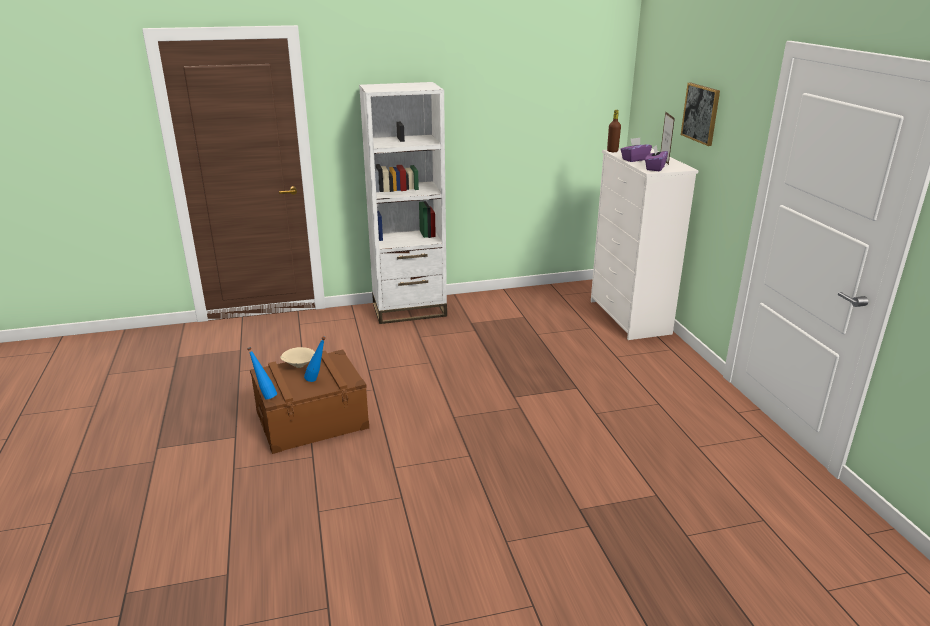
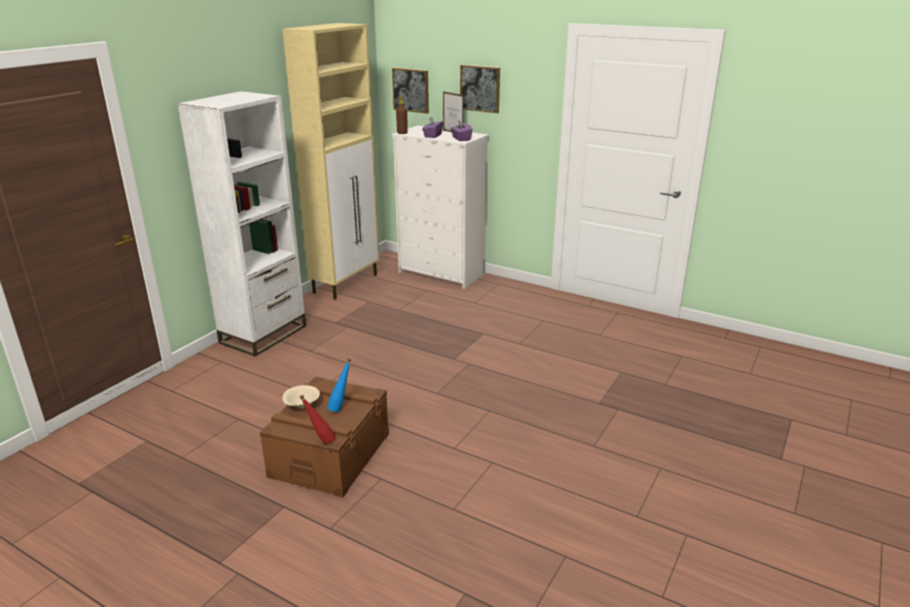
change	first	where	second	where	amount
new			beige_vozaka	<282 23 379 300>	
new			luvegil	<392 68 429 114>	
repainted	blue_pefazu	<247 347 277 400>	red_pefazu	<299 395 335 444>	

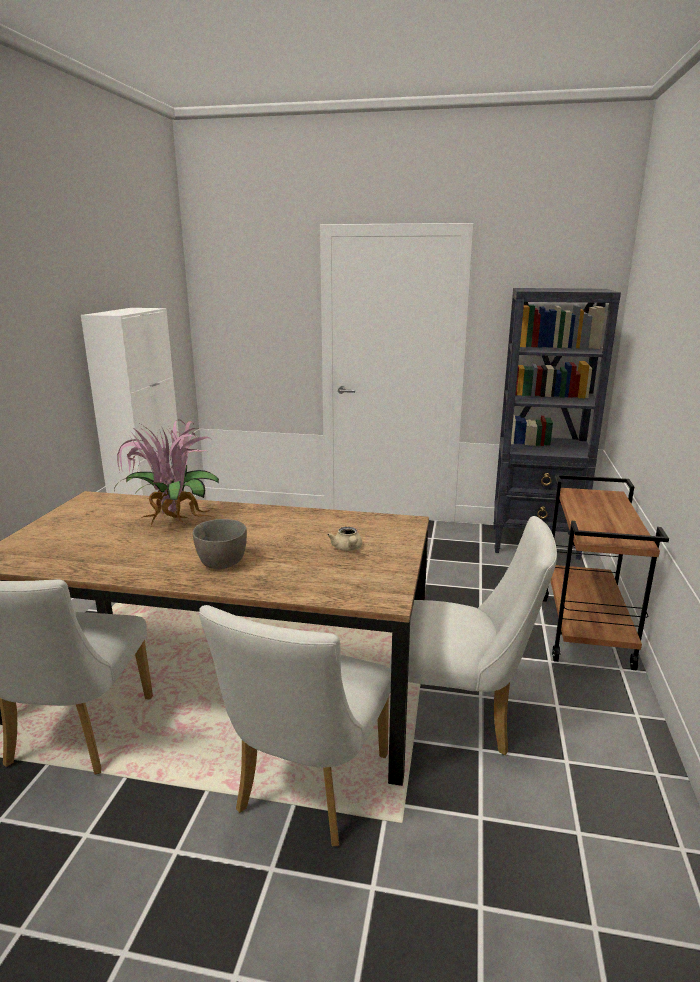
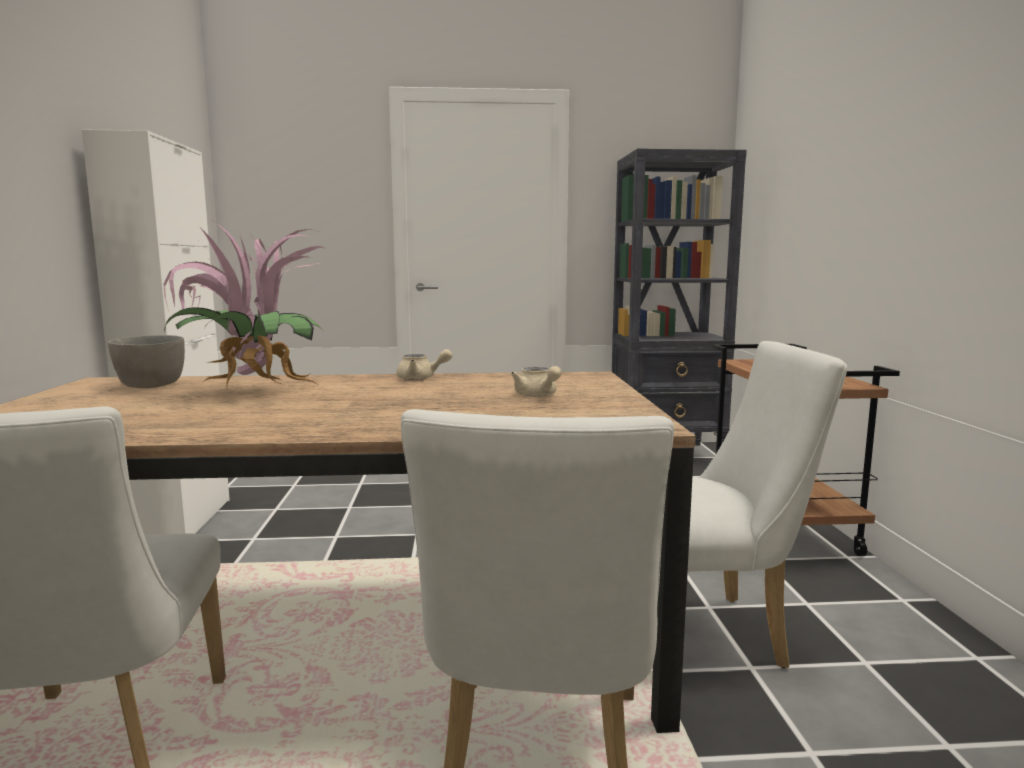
change	first	where	second	where	amount
new			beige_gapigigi	<396 349 452 380>	
shifted	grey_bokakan	<193 519 247 569>		<108 335 185 388>	

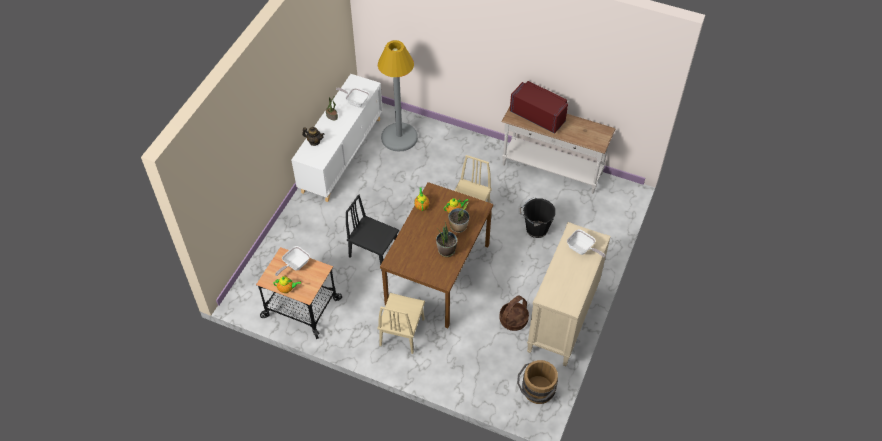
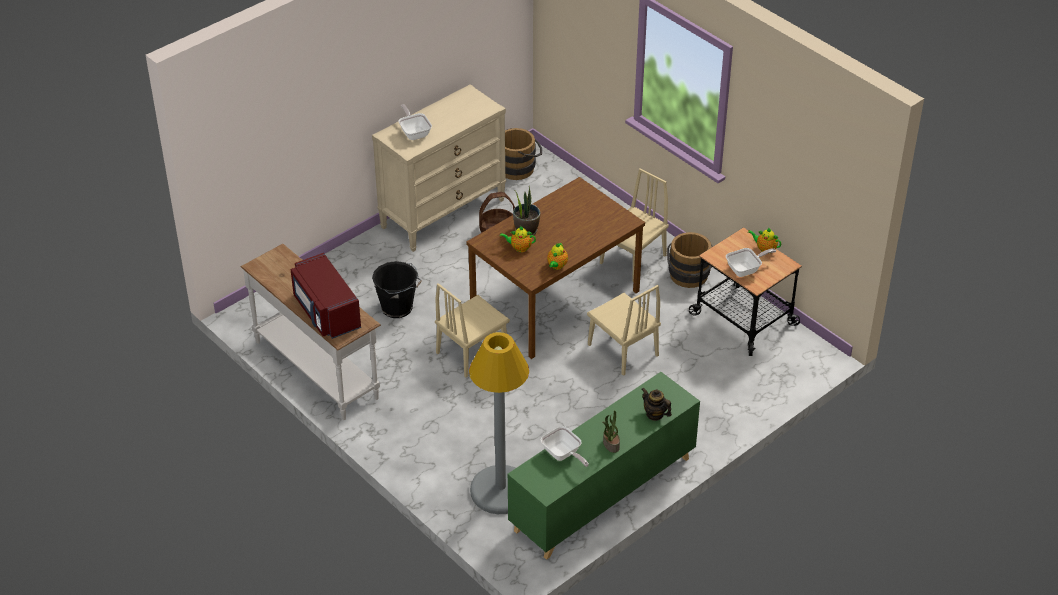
change	first	where	second	where	amount
gone	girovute	<436 222 458 257>			
new			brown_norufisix	<667 232 713 288>	
repainted	white_vozaka	<291 74 383 202>	green_vozaka	<507 372 700 560>	
repainted	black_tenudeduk	<346 194 399 271>	beige_tenudeduk	<587 285 661 376>	

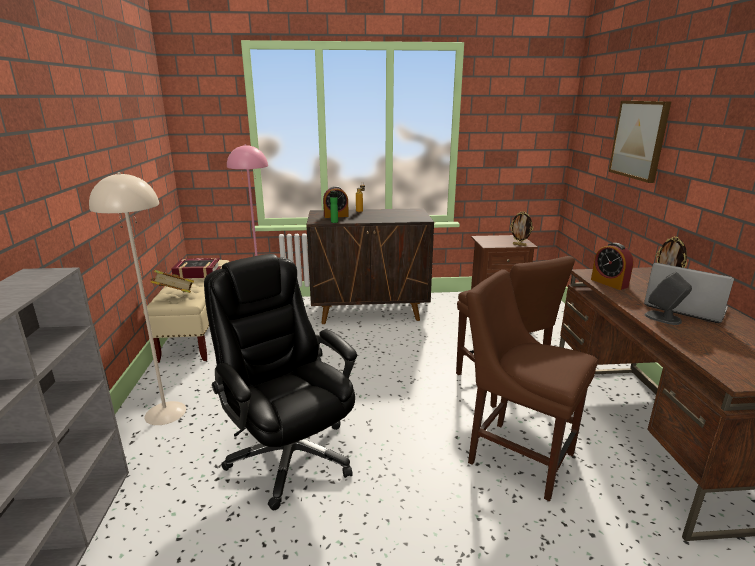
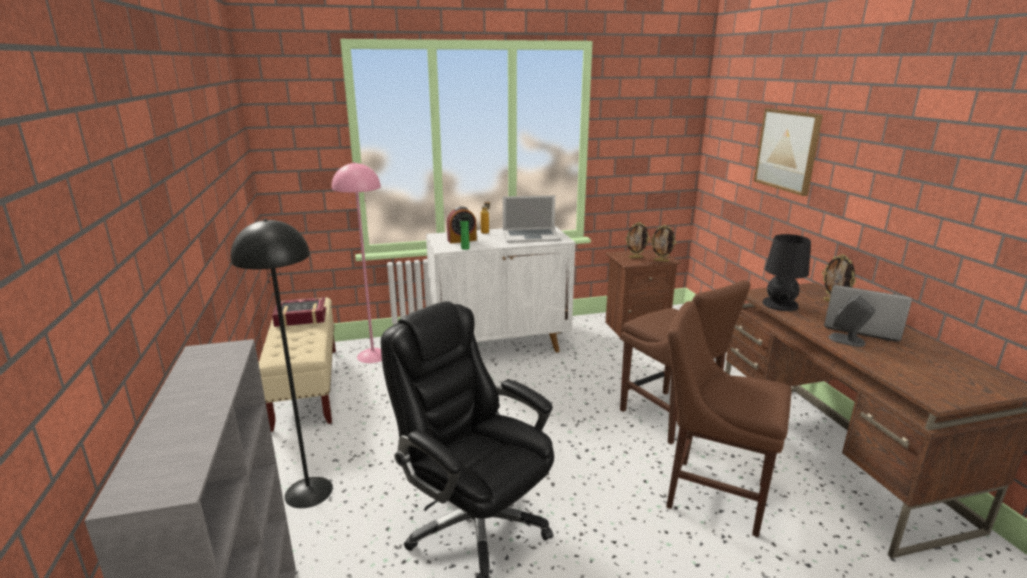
change	first	where	second	where	amount
gone	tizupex	<150 270 194 293>			
new			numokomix	<503 195 561 243>	
new			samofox	<626 222 650 258>	
swapped	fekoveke	<591 243 633 290>	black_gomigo	<762 234 811 311>	
repainted	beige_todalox	<89 172 186 425>	black_todalox	<230 219 333 508>	
repainted	brown_vozaka	<306 208 434 324>	white_vozaka	<426 226 576 353>	

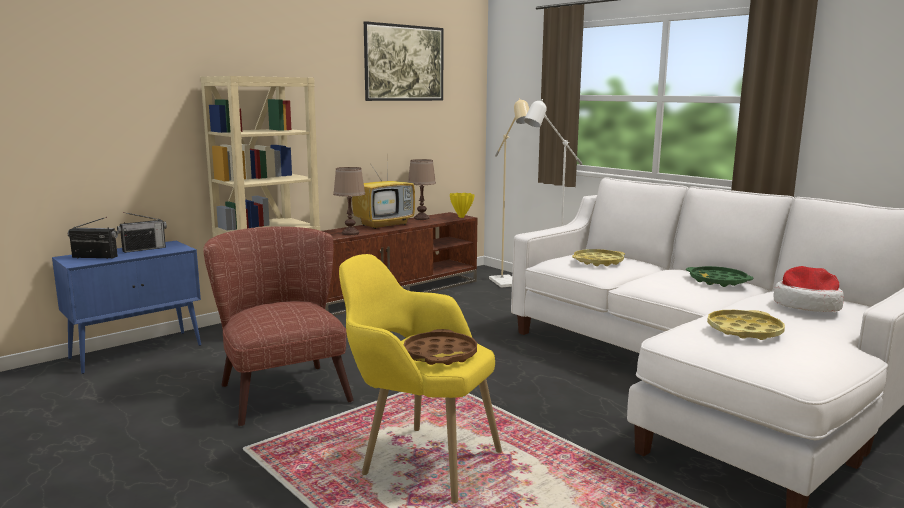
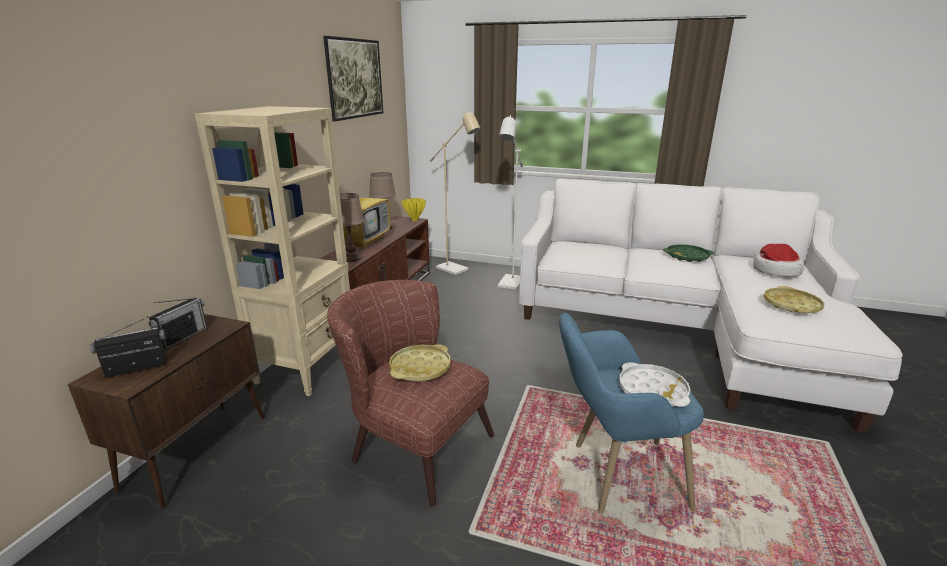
change	first	where	second	where	amount
shifted	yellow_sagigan	<572 249 625 266>		<389 344 450 382>	
repainted	blue_vozaka	<52 241 201 374>	brown_vozaka	<68 314 265 509>	
repainted	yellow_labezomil	<339 254 502 503>	blue_labezomil	<559 313 704 514>	
repainted	brown_sagigan	<404 329 477 365>	white_sagigan	<619 362 691 407>	

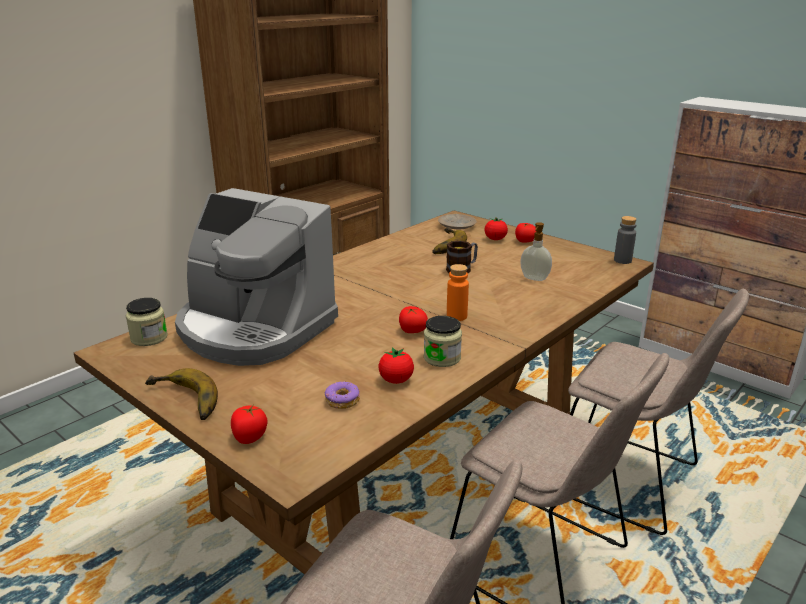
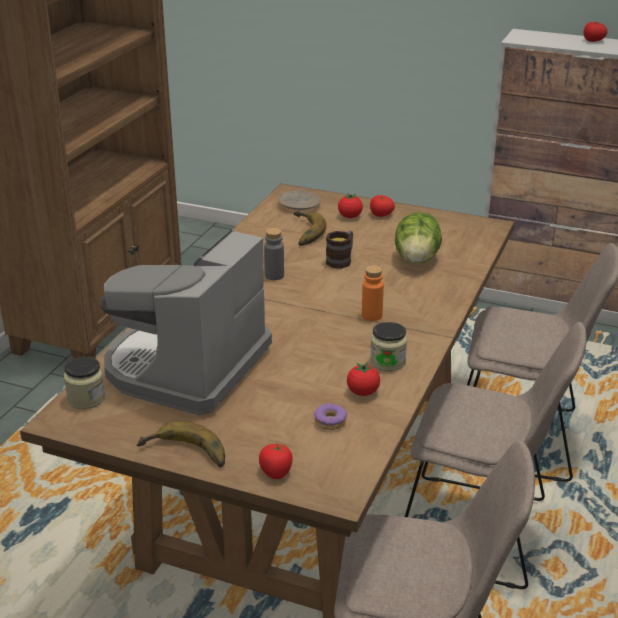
change	first	where	second	where	amount
shifted	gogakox	<399 306 428 333>		<584 22 607 42>	
shifted	grey_pefazu	<614 216 637 264>		<264 228 284 280>	
swapped	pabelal	<520 222 552 281>	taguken	<395 212 442 264>	
rotated	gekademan	<175 188 338 366>		<100 229 272 416>	105 degrees clockwise

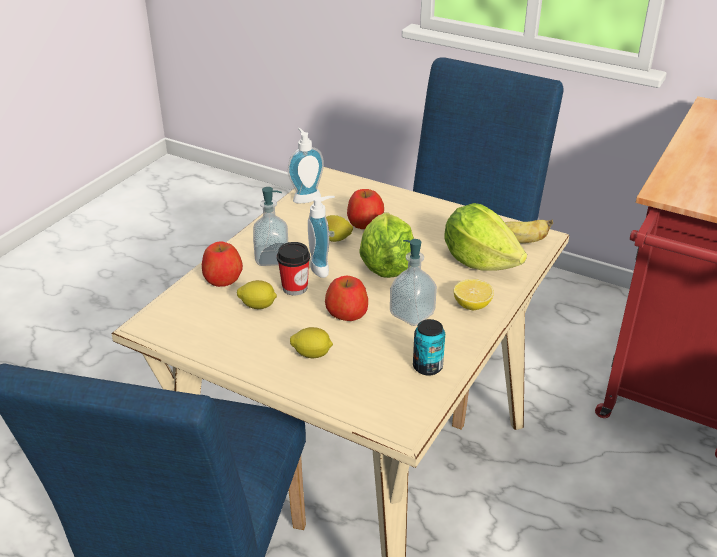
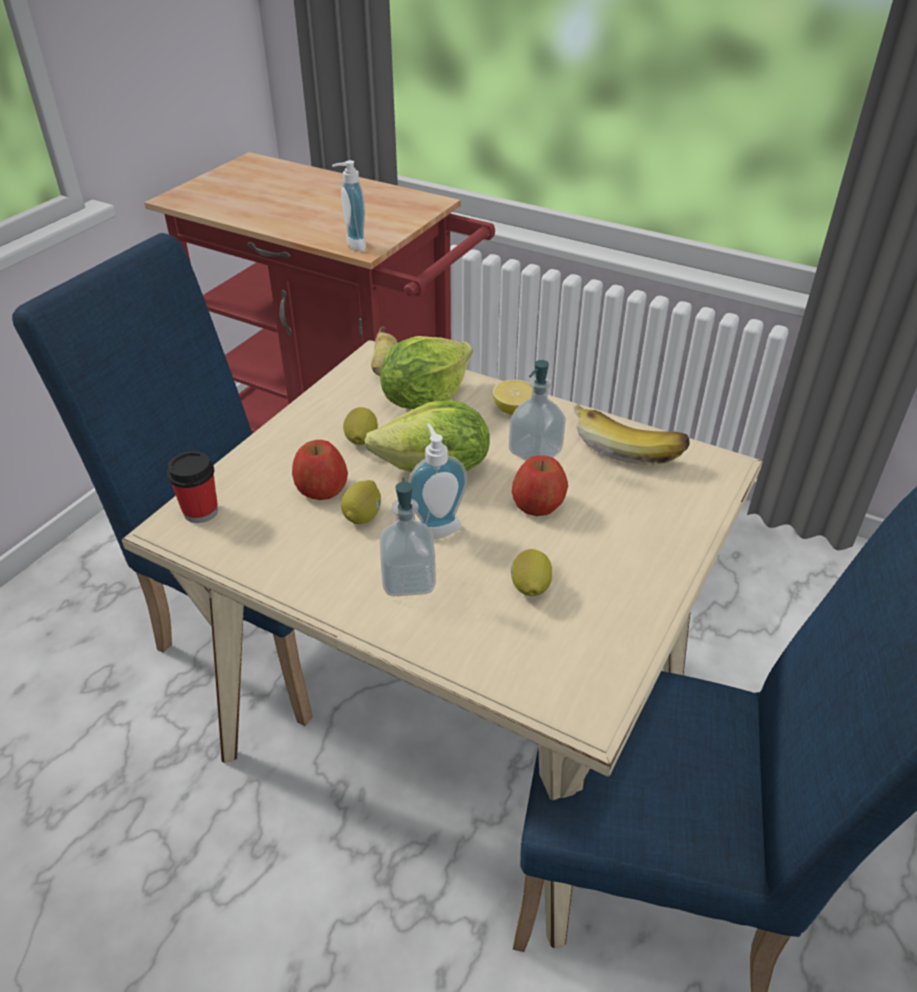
change	first	where	second	where	amount
gone	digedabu	<202 241 243 287>			
shifted	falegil	<277 242 310 296>		<167 451 218 523>	
shifted	pabelal	<288 128 324 204>		<332 160 366 251>	
shifted	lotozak	<290 327 333 358>		<343 407 378 445>	
swapped	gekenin	<413 319 445 376>	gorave	<573 403 690 465>	

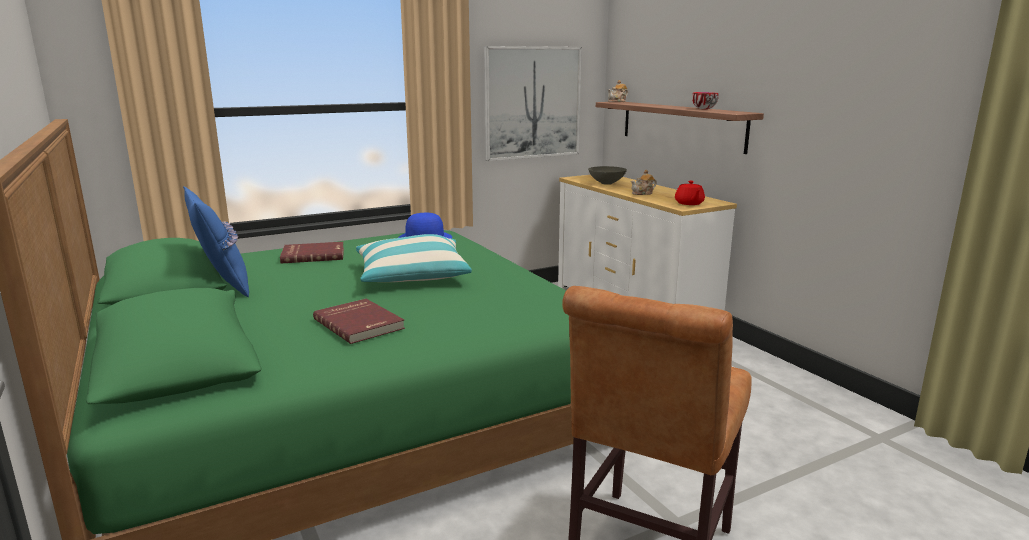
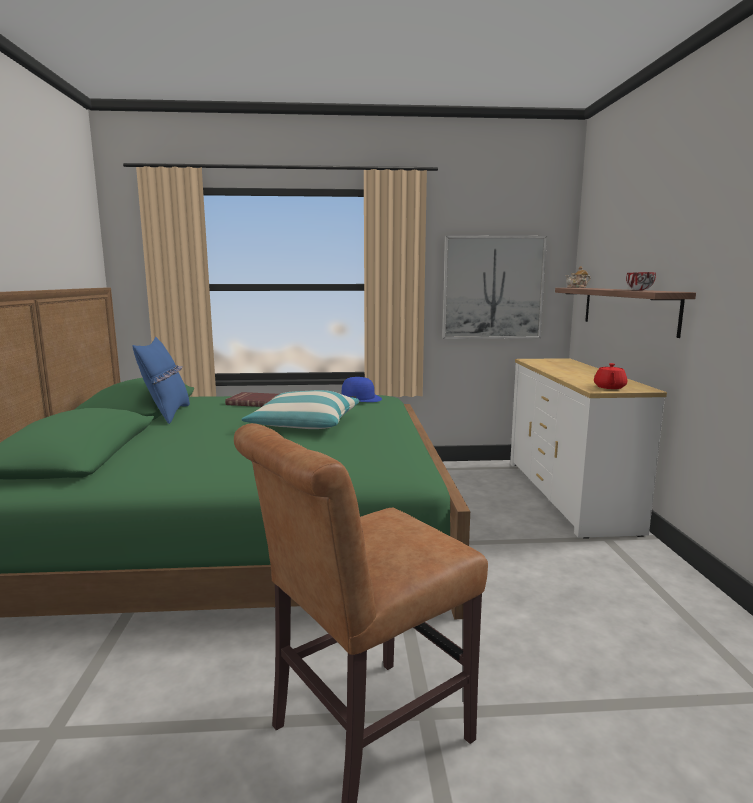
change	first	where	second	where	amount
gone	red_tizupex	<313 299 405 344>			
gone	grey_bokakan	<588 166 627 185>			
gone	gapigigi	<631 170 657 195>			

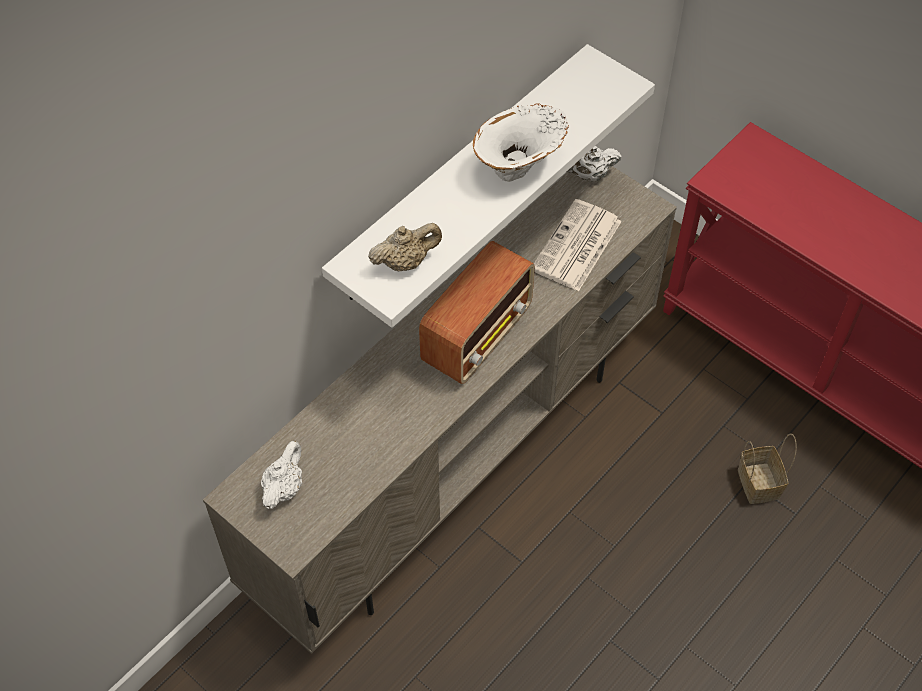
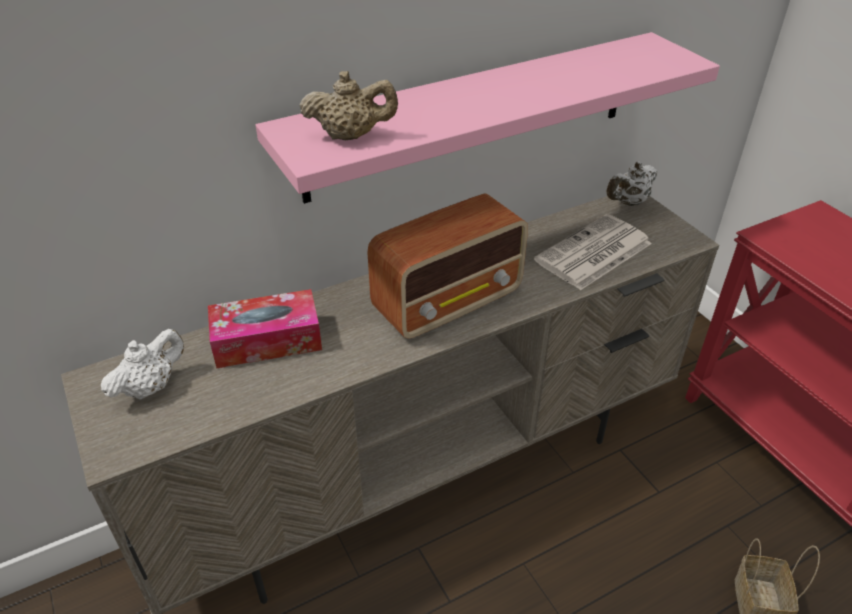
change	first	where	second	where	amount
gone	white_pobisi	<473 103 569 182>			
new			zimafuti	<208 289 322 368>	
repainted	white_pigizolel	<322 44 655 328>	pink_pigizolel	<255 32 720 204>	
rotated	white_gapigigi	<567 146 621 182>		<607 161 657 206>	45 degrees counterclockwise

